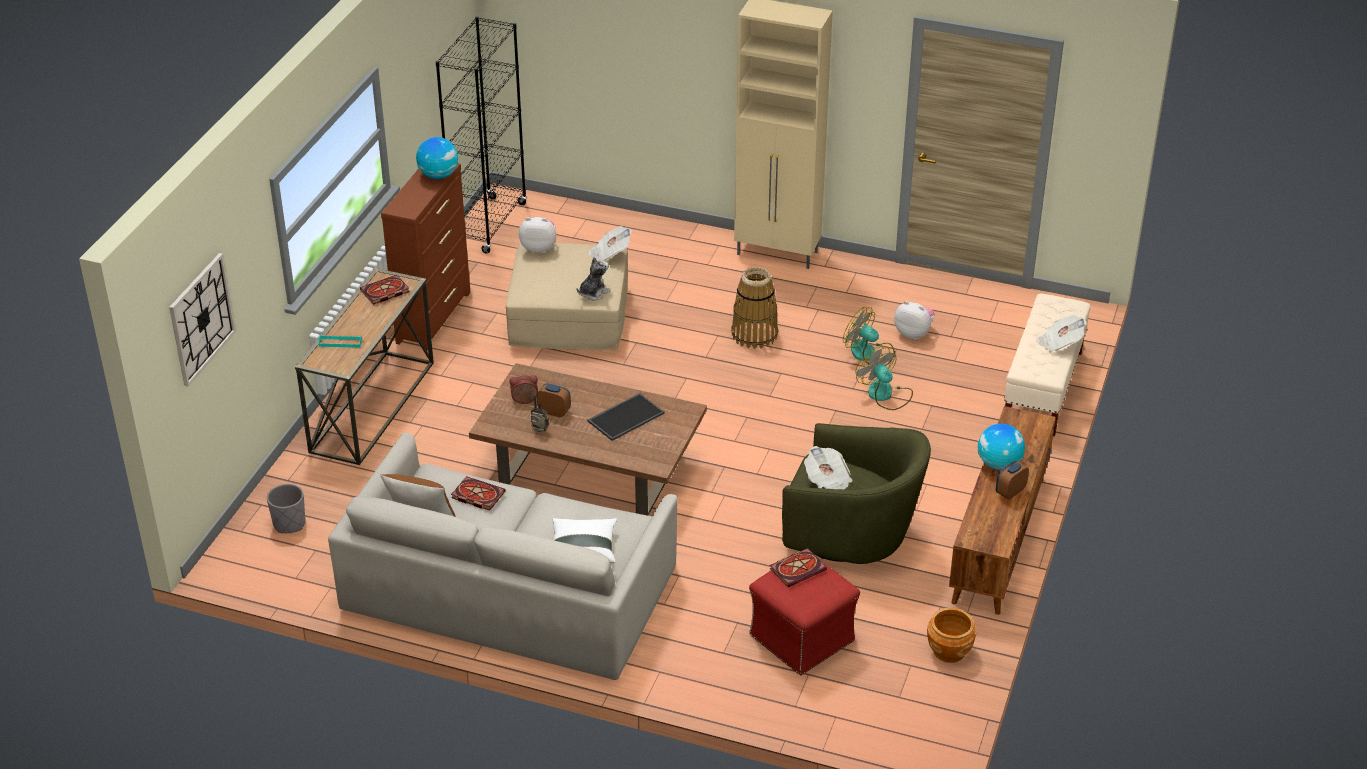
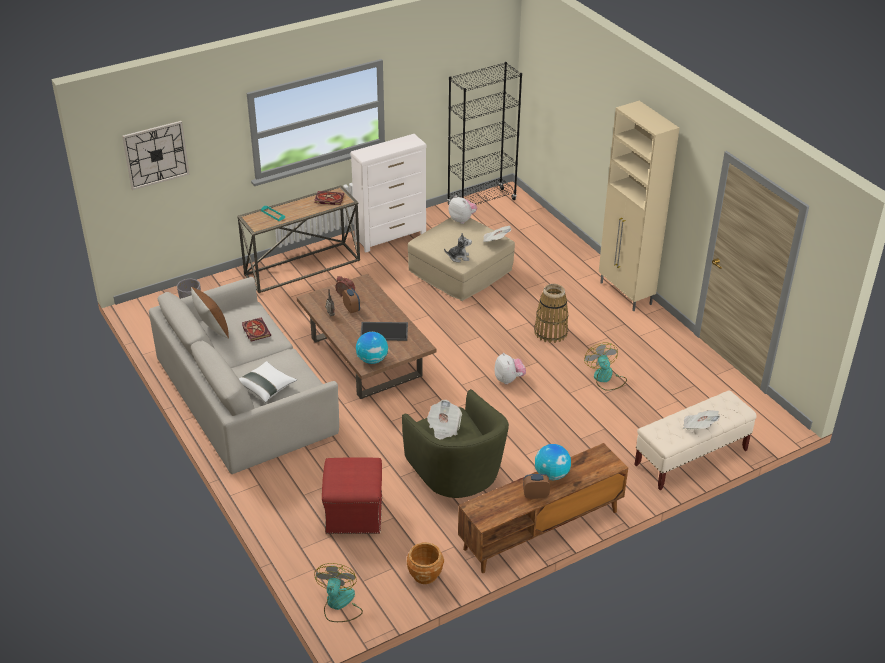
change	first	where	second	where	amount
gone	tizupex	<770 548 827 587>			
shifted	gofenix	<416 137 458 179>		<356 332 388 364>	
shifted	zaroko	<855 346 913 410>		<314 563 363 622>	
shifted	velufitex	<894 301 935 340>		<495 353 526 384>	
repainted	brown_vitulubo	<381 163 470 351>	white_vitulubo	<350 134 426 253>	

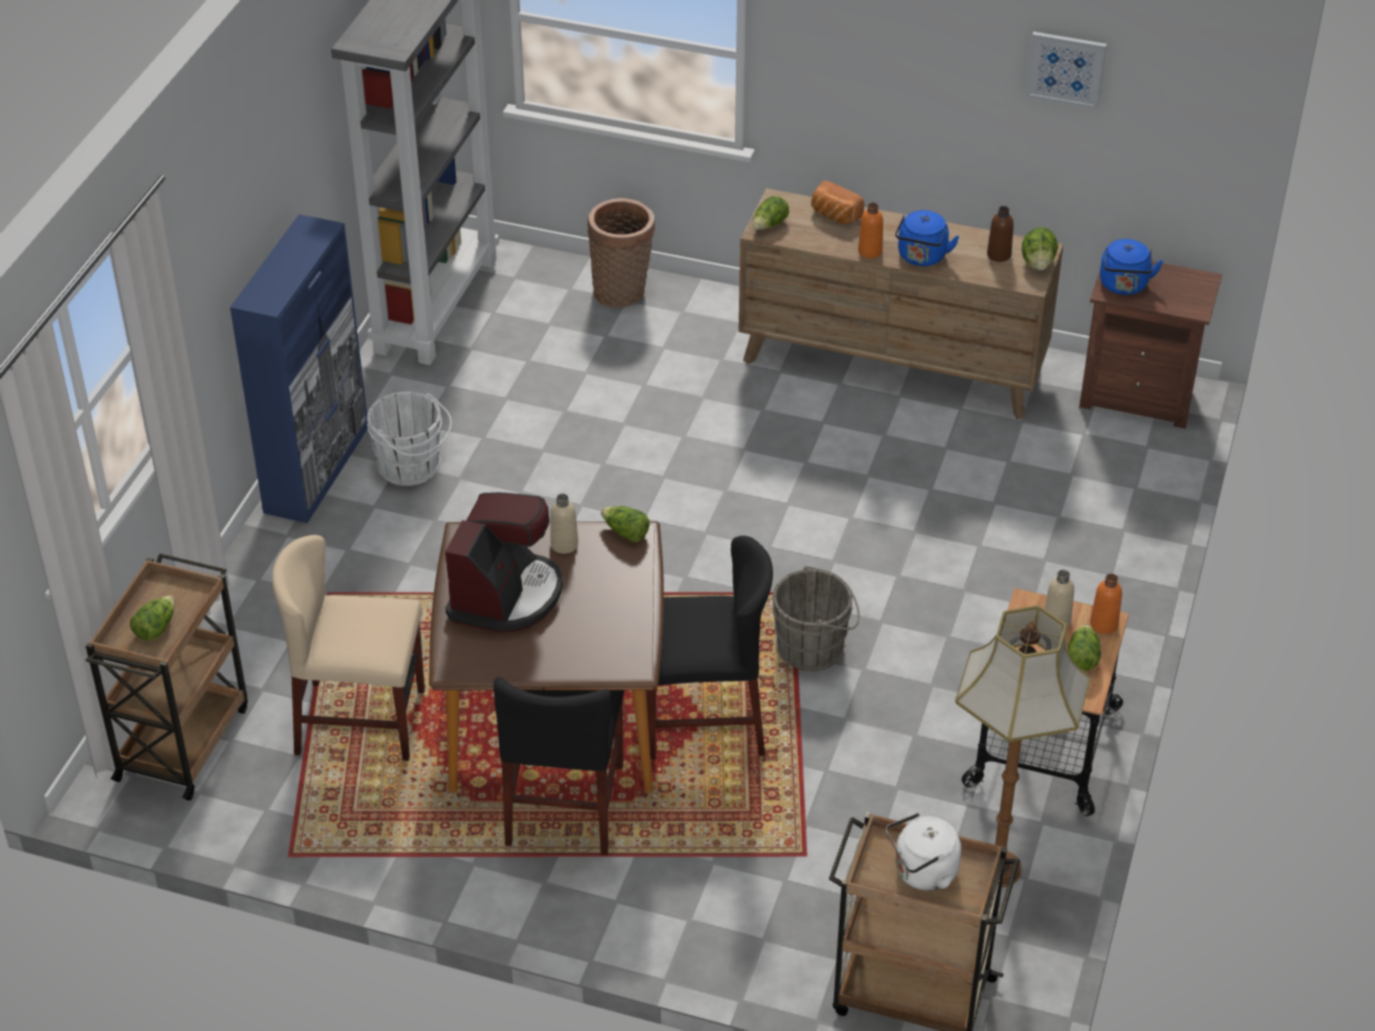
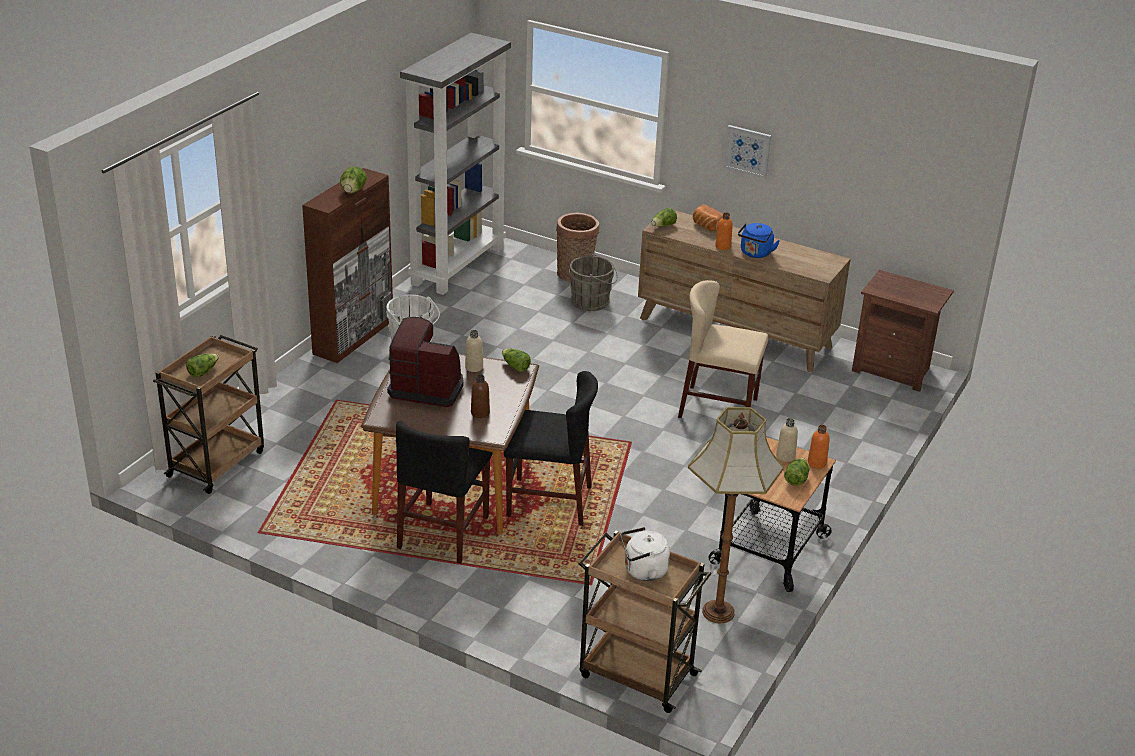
change	first	where	second	where	amount
gone	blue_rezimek	<1100 239 1163 295>			
shifted	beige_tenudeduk	<272 535 425 761>		<678 280 768 418>	
shifted	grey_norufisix	<772 566 860 672>		<569 254 618 311>	
shifted	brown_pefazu	<987 206 1014 262>		<471 374 490 418>	
shifted	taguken	<1022 227 1058 271>		<340 166 367 194>	
shifted	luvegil	<1025 32 1107 110>		<724 125 771 179>	
repainted	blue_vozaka	<230 214 368 523>	brown_vozaka	<302 168 393 363>	
rotated	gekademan	<445 492 563 633>		<387 317 464 407>	105 degrees counterclockwise

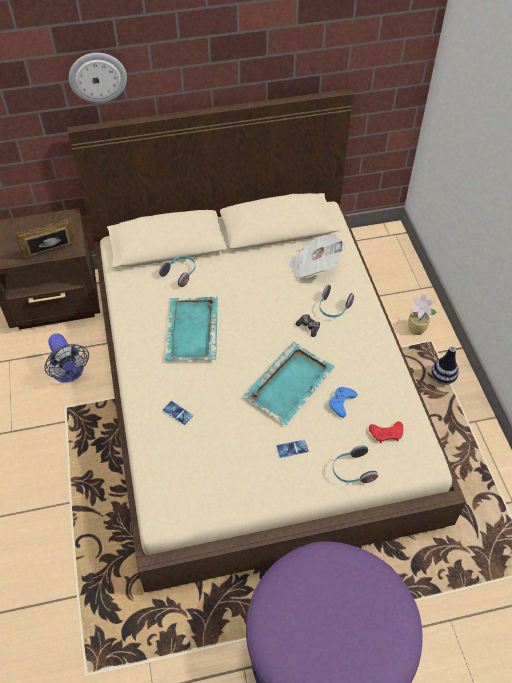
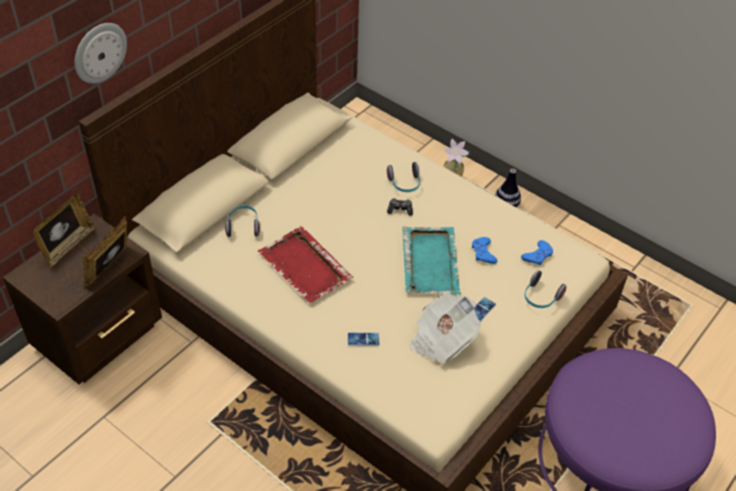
change	first	where	second	where	amount
gone	zaroko	<44 333 89 382>			
new			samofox	<32 193 95 267>	
shifted	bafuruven	<288 234 345 279>		<409 293 480 364>	
repainted	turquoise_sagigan	<165 297 218 361>	red_sagigan	<258 226 353 303>	
repainted	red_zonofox	<369 421 403 443>	blue_zonofox	<521 240 553 265>	

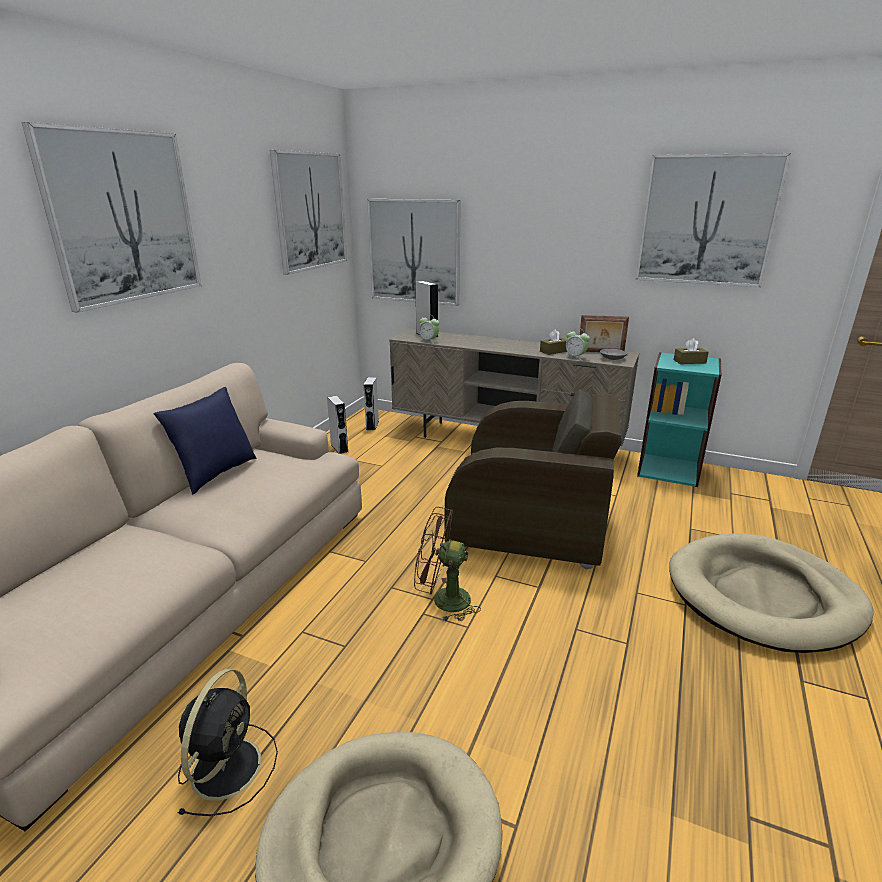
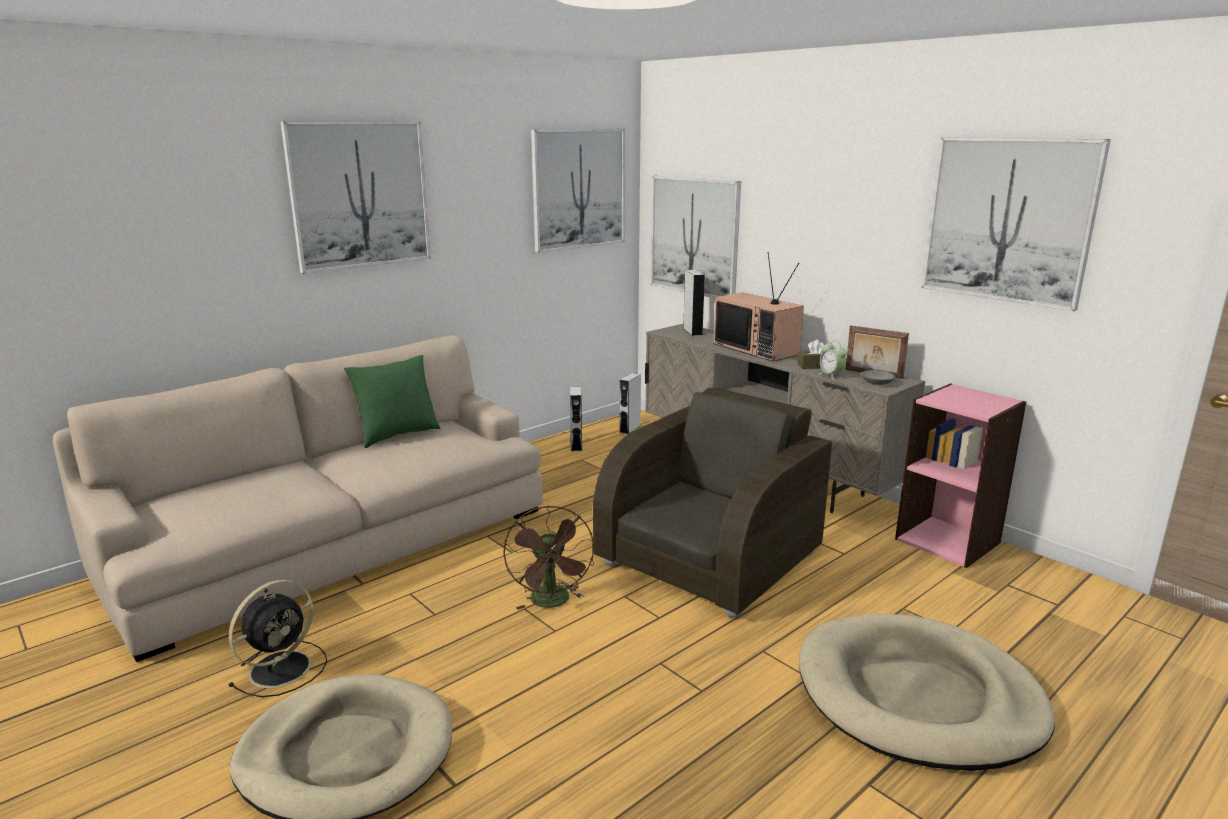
change	first	where	second	where	amount
gone	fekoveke	<419 314 439 344>			
gone	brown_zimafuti	<674 338 709 364>			
new			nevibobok	<713 252 804 362>	
repainted	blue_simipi	<154 387 257 494>	green_simipi	<344 355 441 448>	
repainted	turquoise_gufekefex	<637 352 722 487>	pink_gufekefex	<895 383 1027 568>	
rotated	brown_zaroko	<414 507 481 622>		<503 505 594 610>	135 degrees counterclockwise
rotated	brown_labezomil	<445 389 622 569>		<593 387 832 618>	90 degrees counterclockwise

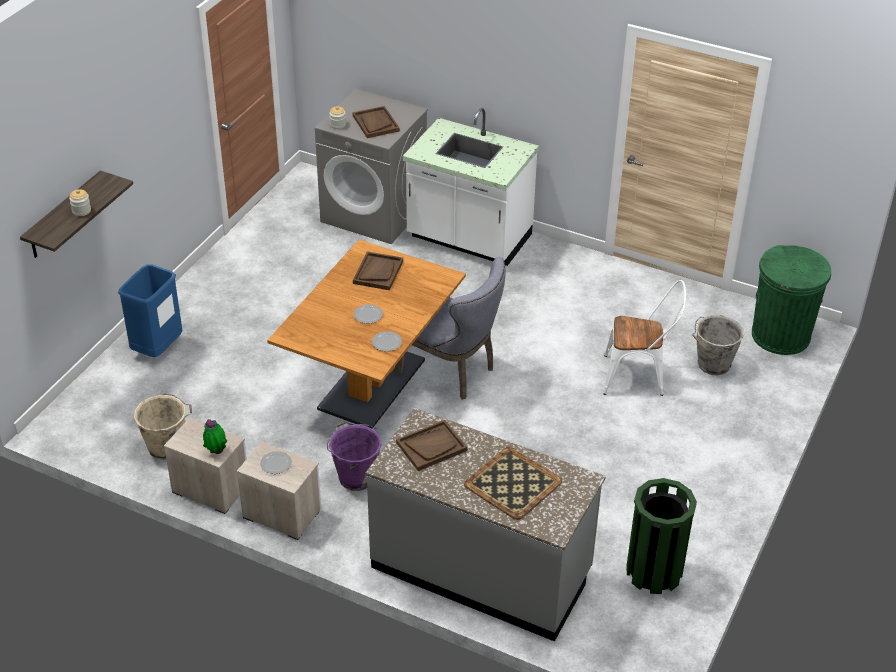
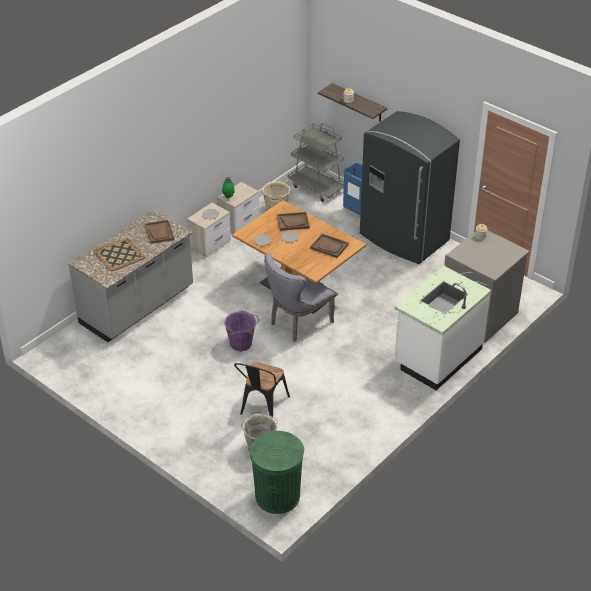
change	first	where	second	where	amount
gone	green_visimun	<626 478 697 594>			
new			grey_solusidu	<288 123 344 202>	
new			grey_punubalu	<360 111 460 264>	
shifted	purple_norufisix	<327 422 382 491>		<224 310 260 351>	
shifted	brown_sagigan	<353 106 400 138>		<277 212 310 231>	
repainted	white_tenudeduk	<603 280 686 396>	black_tenudeduk	<234 362 290 418>	

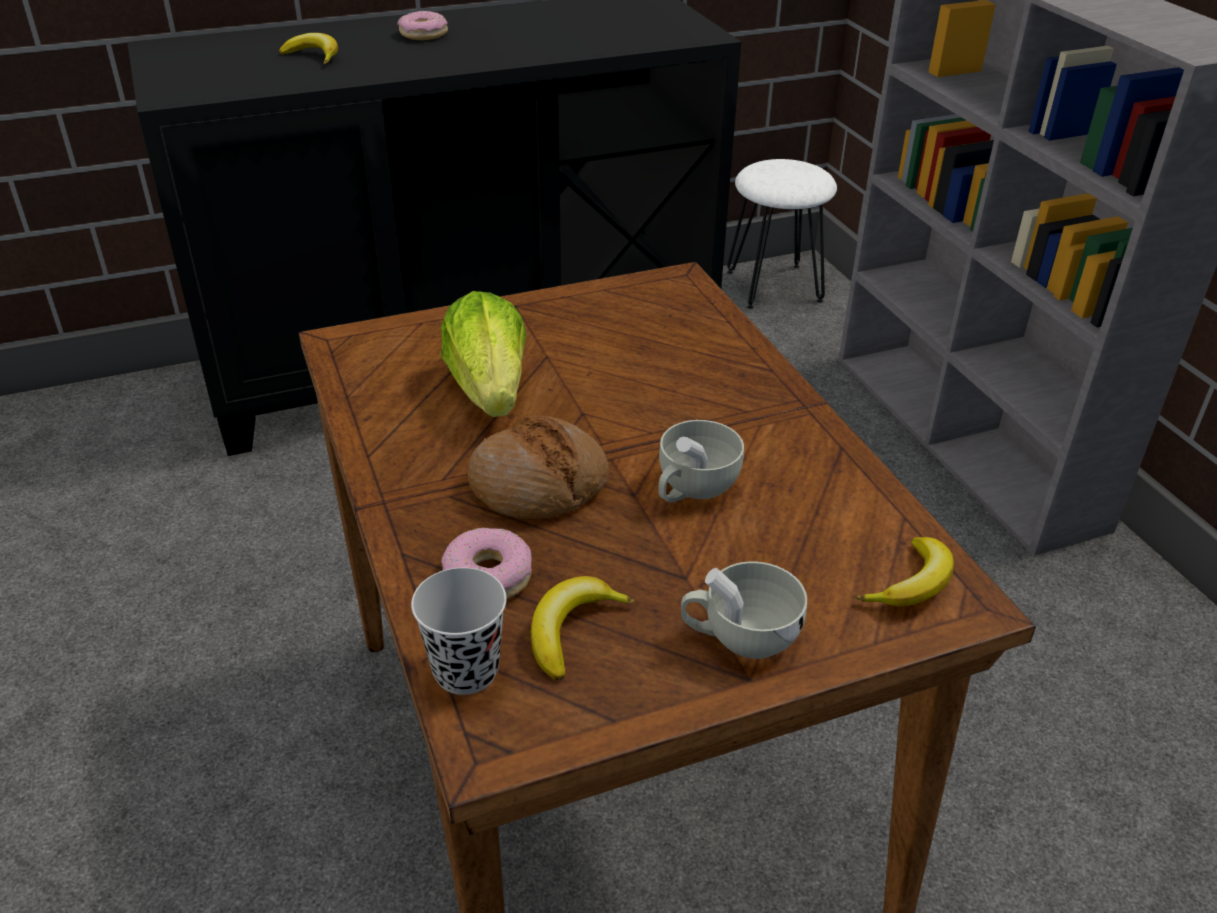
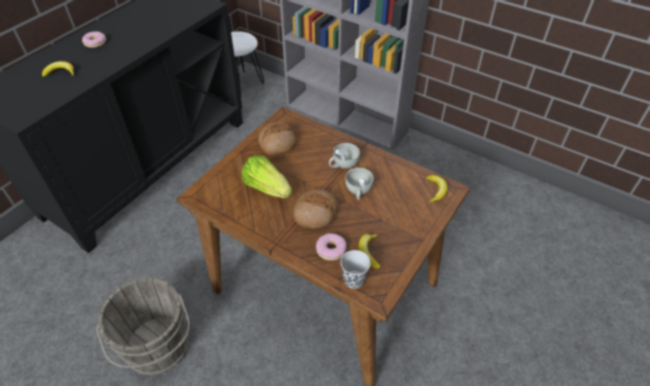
change	first	where	second	where	amount
new			grey_norufisix	<96 278 190 375>	
new			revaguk	<258 122 296 156>	
shifted	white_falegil	<681 561 807 659>		<329 143 360 169>	

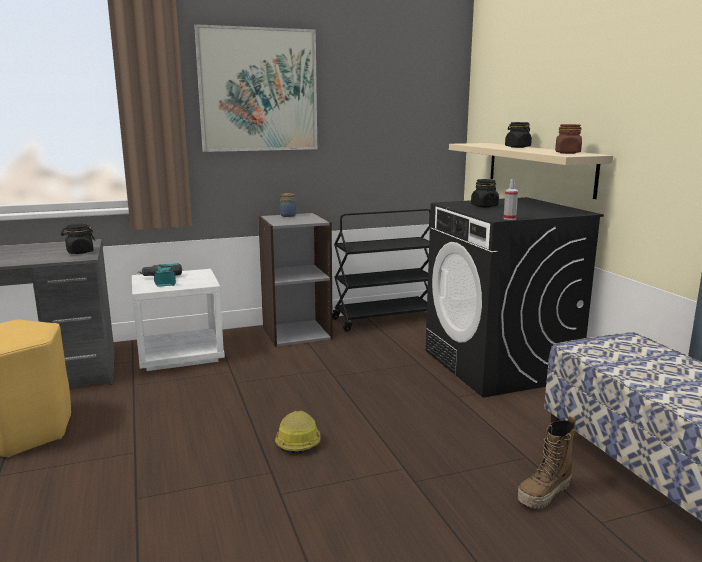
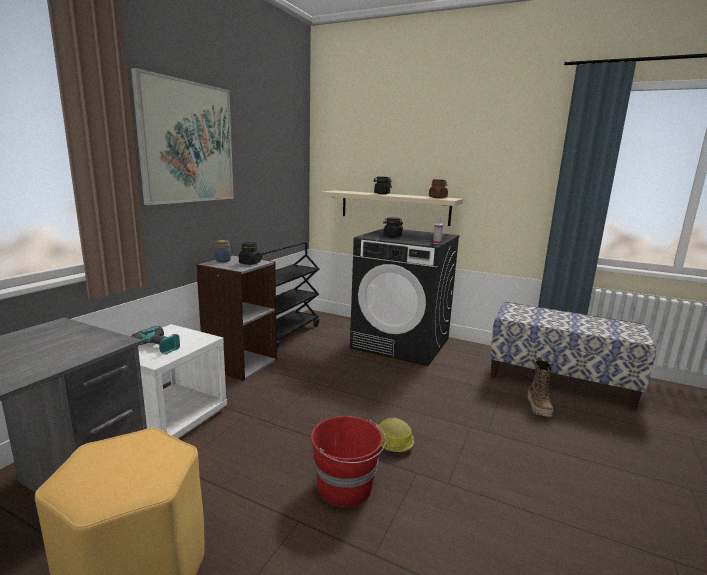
change	first	where	second	where	amount
new			red_norufisix	<311 416 386 507>	
shifted	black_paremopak	<61 224 95 254>		<239 242 261 265>	

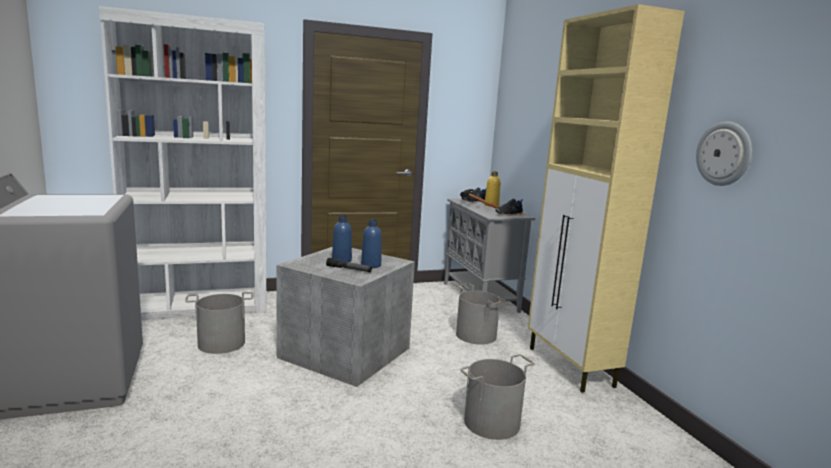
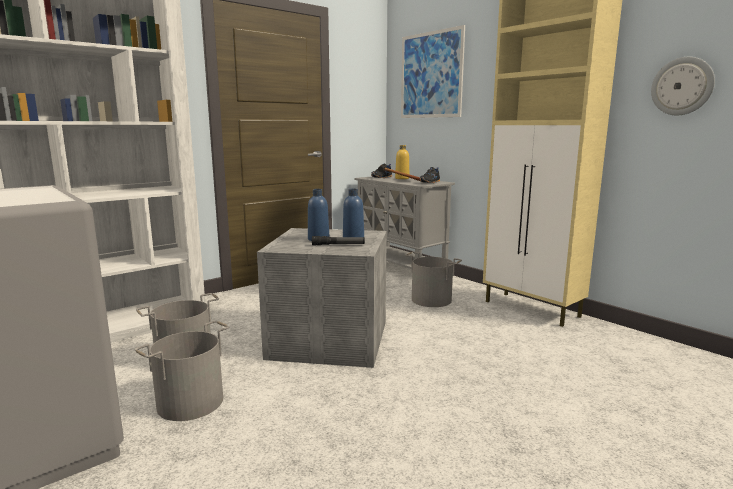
change	first	where	second	where	amount
new			luvegil	<401 25 465 118>	
shifted	grey_norufisix	<460 354 535 440>		<135 321 230 421>	

